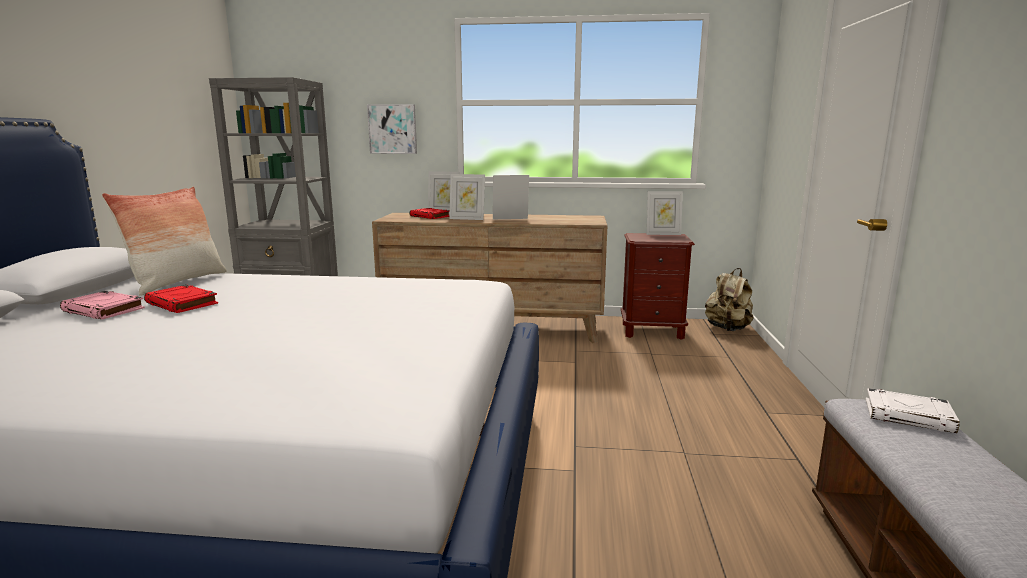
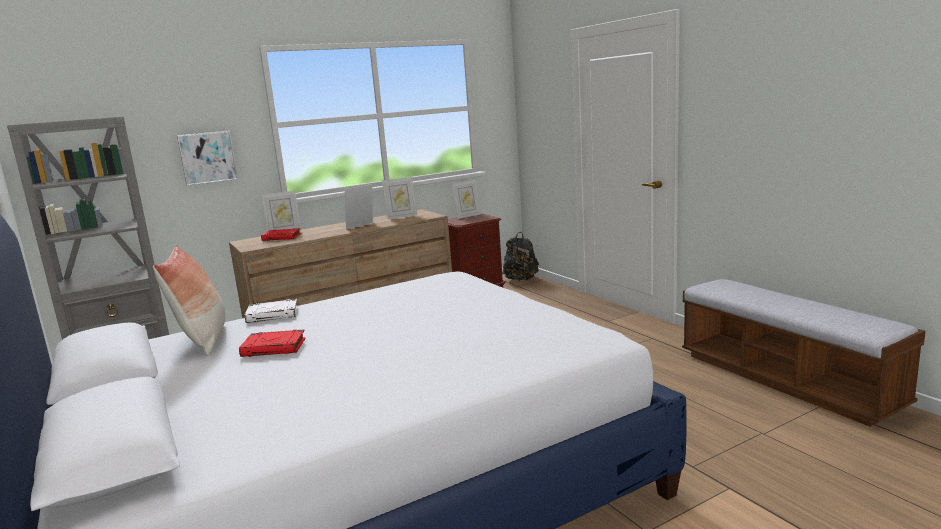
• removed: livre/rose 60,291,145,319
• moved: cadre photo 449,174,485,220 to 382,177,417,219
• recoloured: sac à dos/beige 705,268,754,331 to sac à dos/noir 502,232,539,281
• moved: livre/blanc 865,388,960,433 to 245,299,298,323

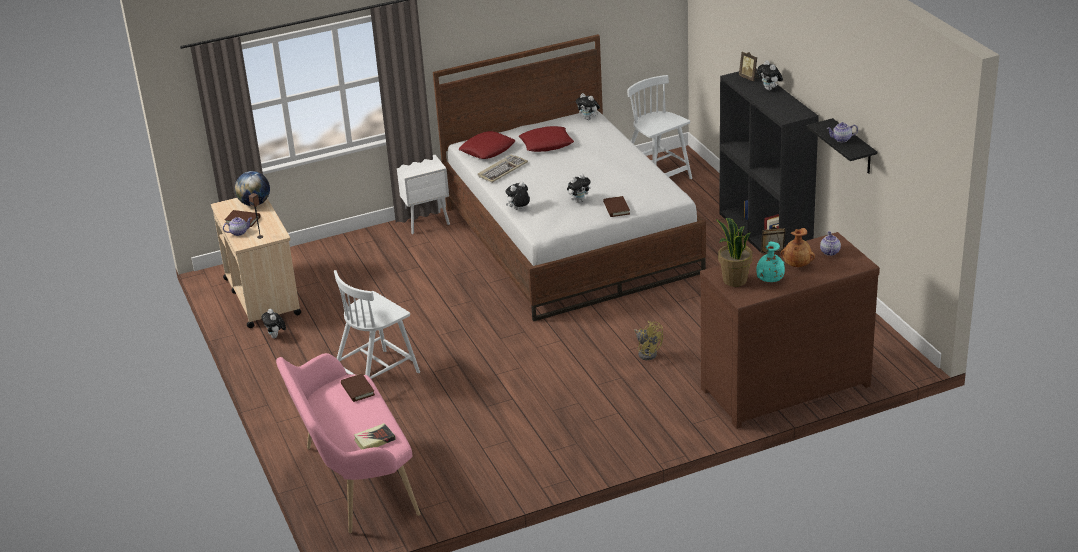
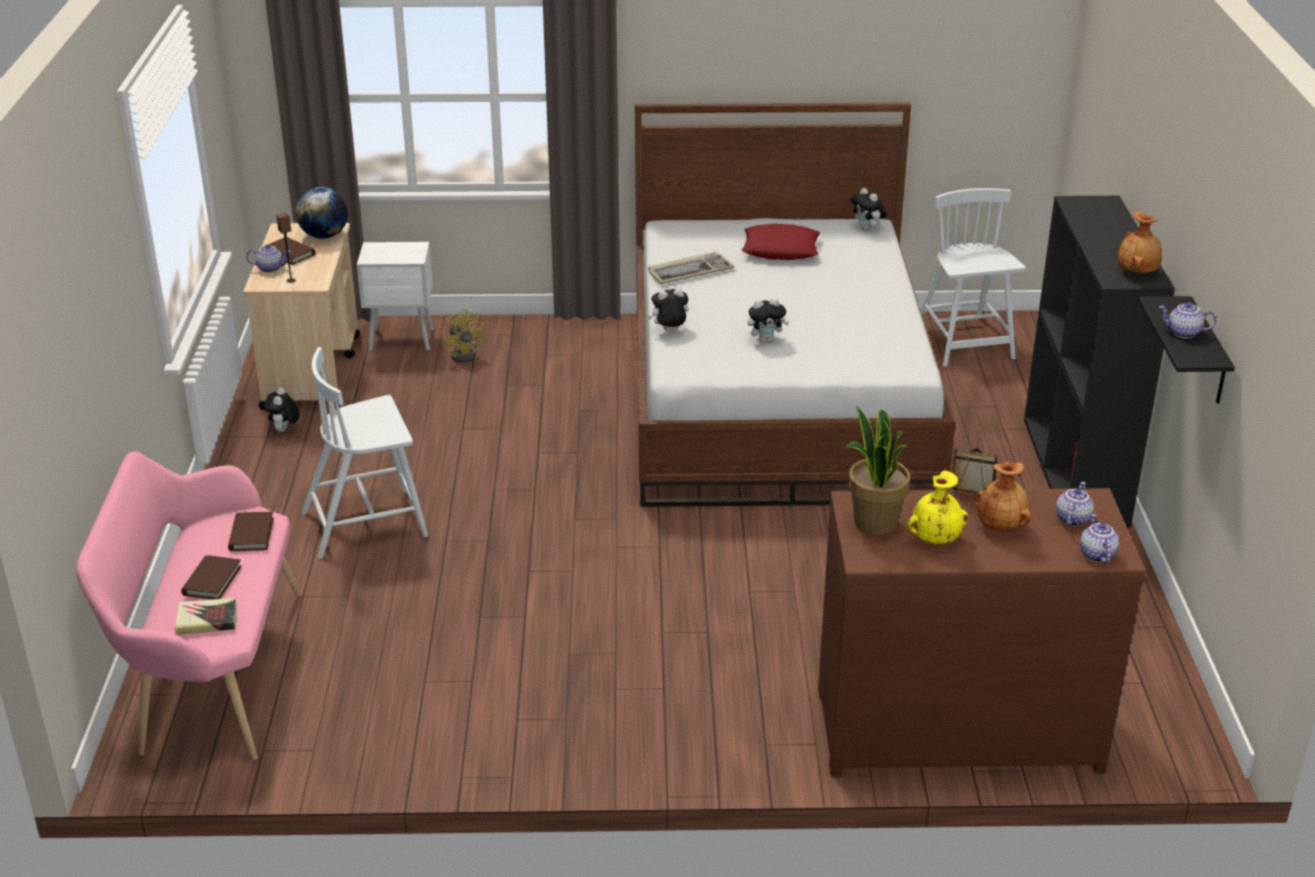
• moved: table de chevet/blanc 397,155,450,234 to 357,242,434,351
• removed: coussin/rouge 459,131,516,159
• moved: livre/marron 603,196,630,217 to 181,555,242,599
• moved: ventilateur/jaune 634,321,663,360 to 442,309,486,363
• removed: cadre photo 739,51,759,81
• recoloured: vase/turquoise 756,242,785,282 to vase/jaune 907,470,968,544
• removed: peluche 758,60,783,91
• added: théière 1080,514,1119,563
• added: vase/marron 1118,211,1162,273

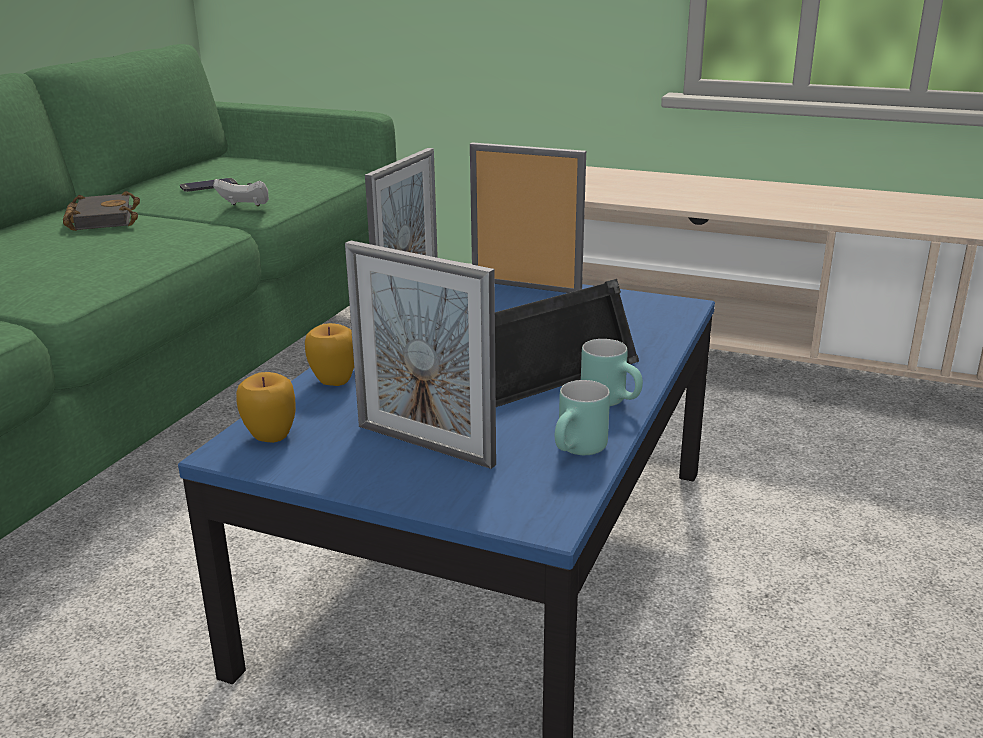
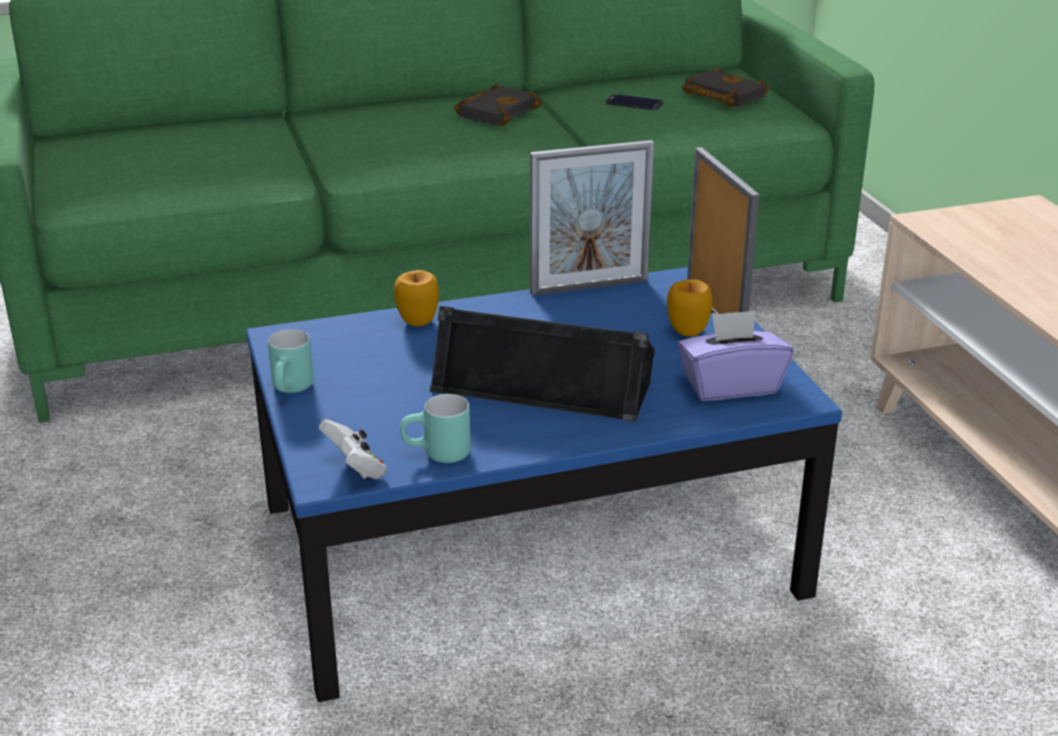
• moved: manette/blanc 213,179,269,206 to 319,419,386,479
• moved: pomme 236,372,296,443 to 667,279,712,337
• removed: cadre photo 345,241,496,469
• moved: mug/turquoise 581,339,643,406 to 268,329,314,393
• added: boîte à mouchoirs/violet 678,310,793,401
• added: livre/noir 682,67,769,107

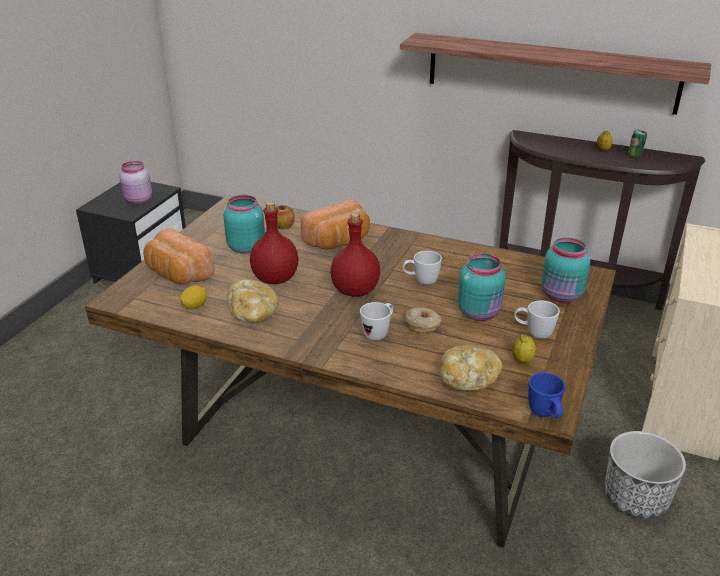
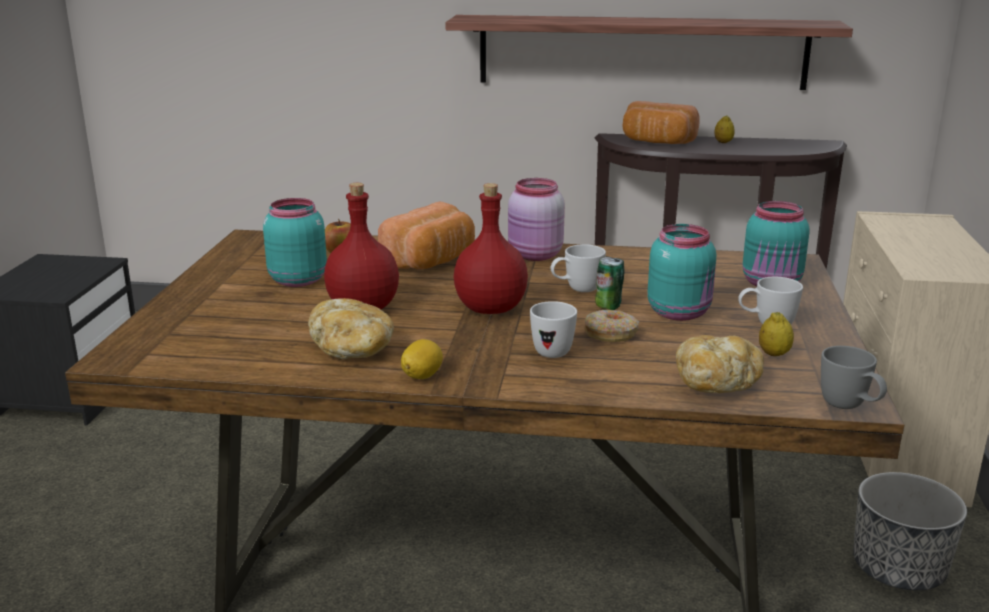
• moved: bocal/rose 119,161,152,204 to 508,178,565,261
• moved: pain 143,229,214,284 to 623,101,700,144
• moved: citron 180,285,207,309 to 401,339,443,379
• recoloured: mug/bleu 528,373,565,418 to mug/gris 821,346,887,409
• moved: boîte métallique 628,130,647,158 to 595,256,625,310

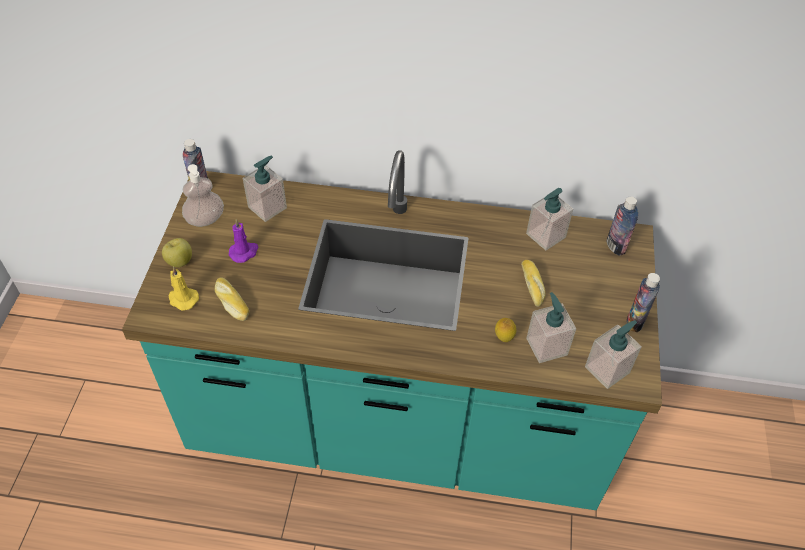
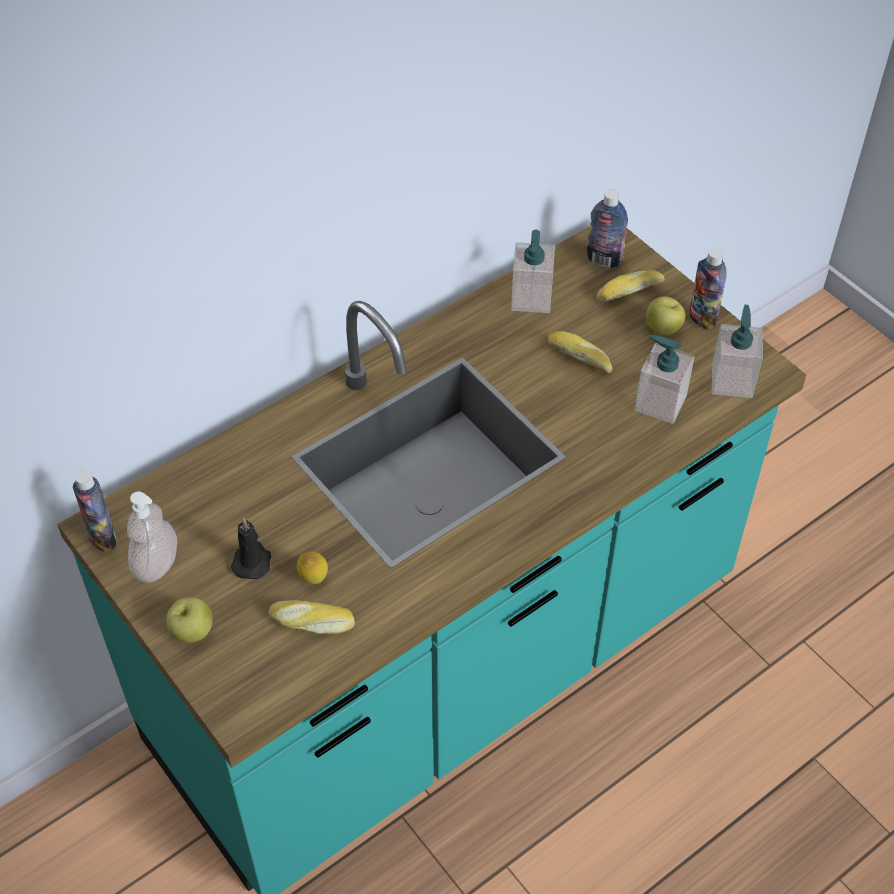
• removed: bougie/jaune 169,266,199,311
• recoloured: bougie/violet 229,219,258,263 to bougie/noir 231,518,271,579
• removed: distributeur de savon 243,155,287,222
• moved: citron 495,318,516,342 to 297,551,328,584
• added: pain 596,270,665,301
• added: pomme 646,296,685,335

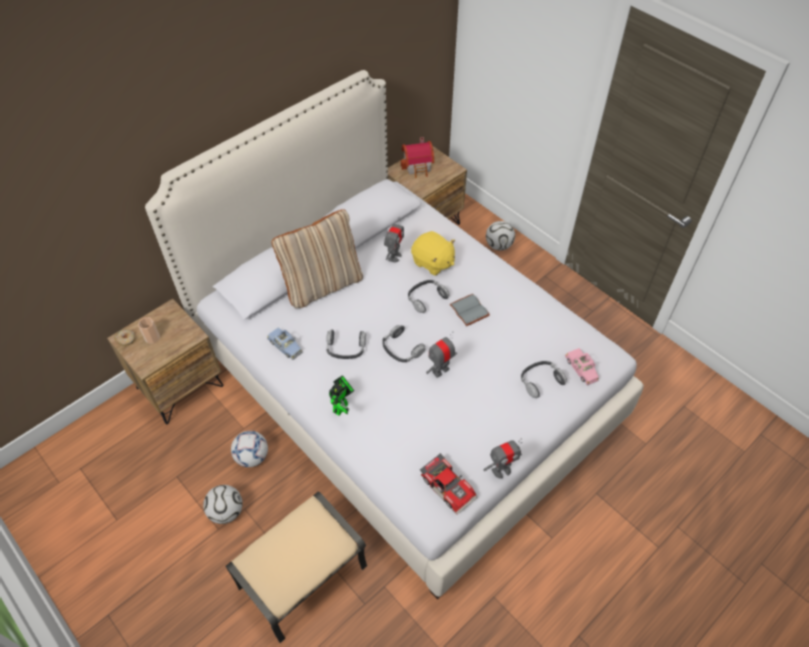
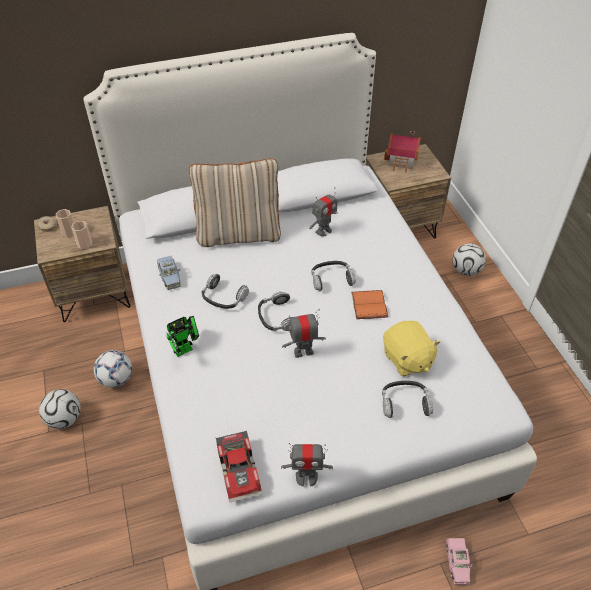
• removed: pouf/beige 225,491,367,643
• moved: peluche/jaune 411,231,455,276 to 383,321,440,376
• recoloured: livre/gris 449,294,490,326 to livre/orange 351,290,388,319
• moved: petite voiture/rose 565,348,599,385 to 446,538,473,585
• added: tasse 71,221,92,249

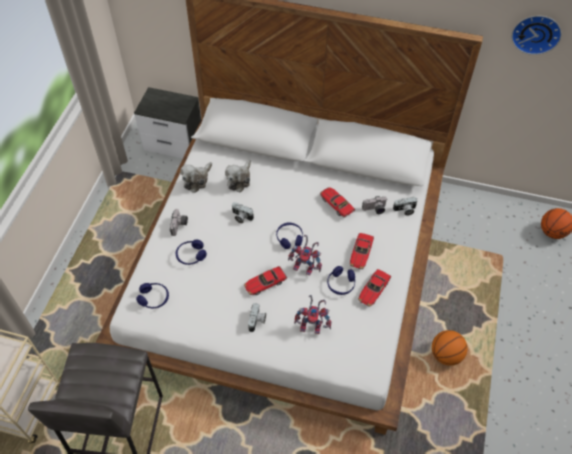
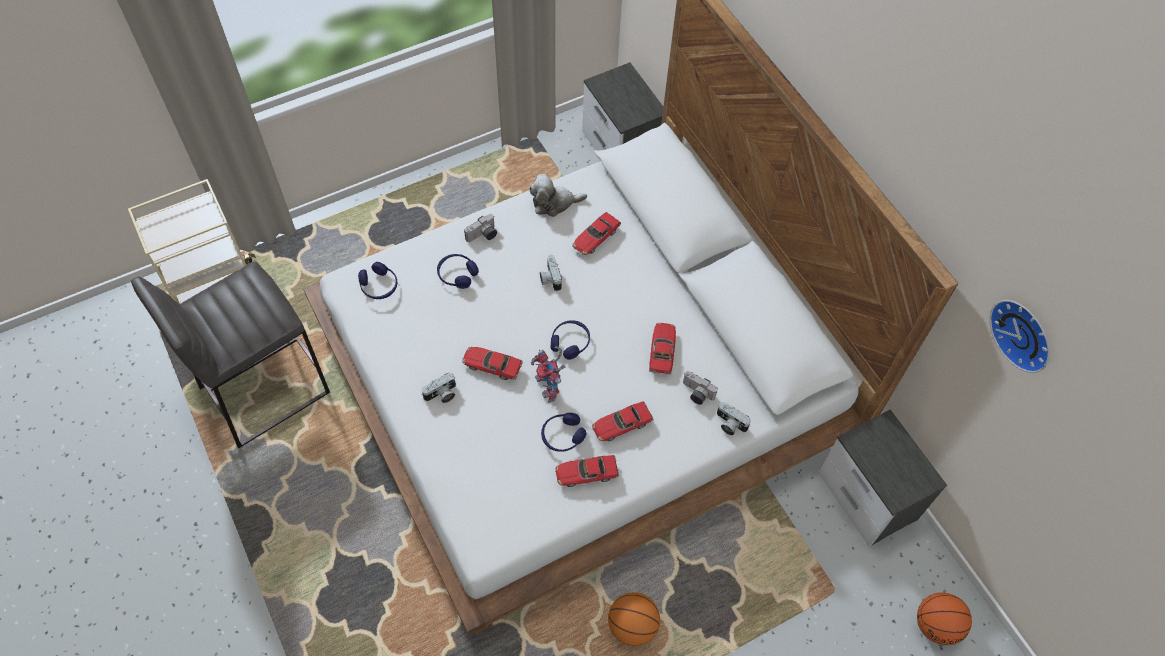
• replaced: peluche 225,160,251,192 to petite voiture 572,212,621,255
• removed: robot jouet 294,295,331,334
• added: table de chevet 818,409,947,546

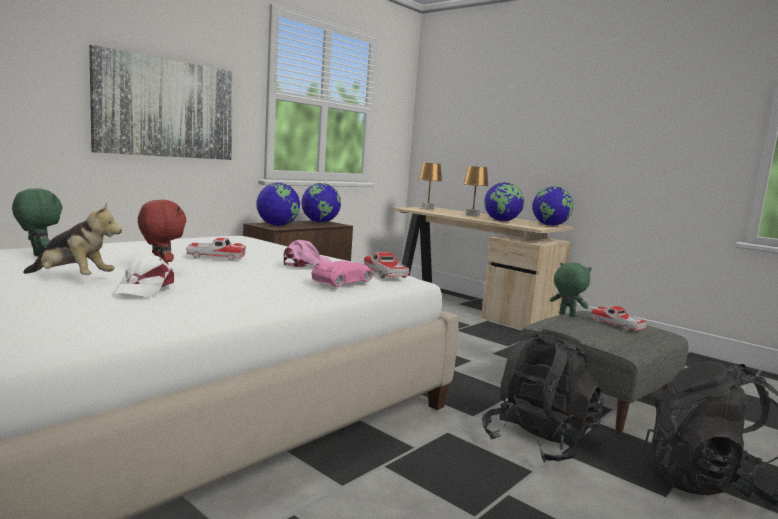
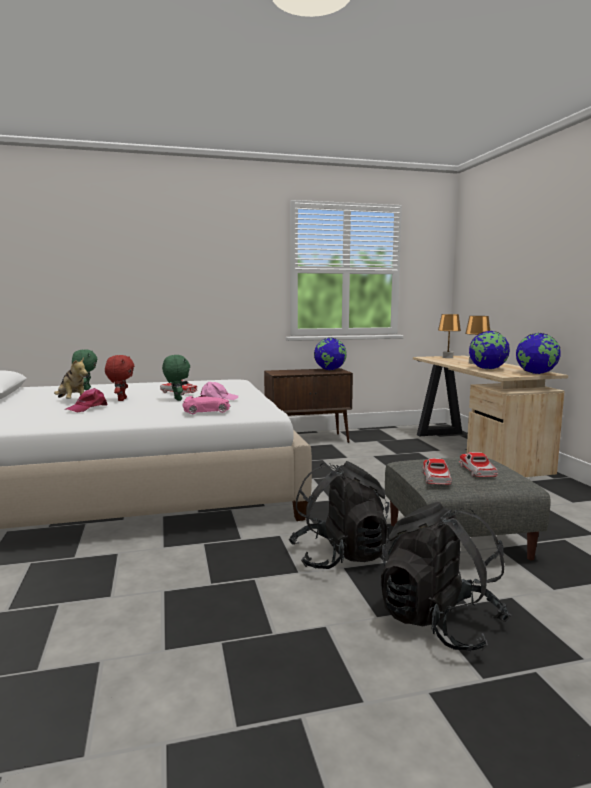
• removed: tableau 89,45,234,160
• recoloured: casquette/blanc 112,255,174,297 to casquette/rose 66,388,108,412
• removed: globe 256,183,300,226
• moved: petite voiture 364,252,409,278 to 422,458,452,485
• moved: peluche/vert 550,262,592,317 to 162,355,190,401

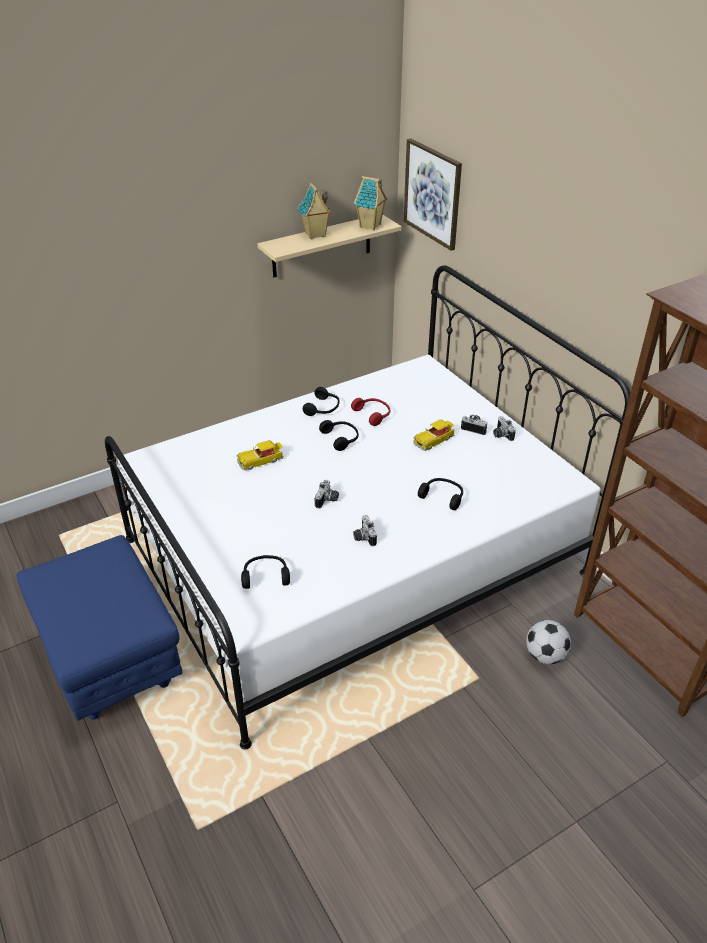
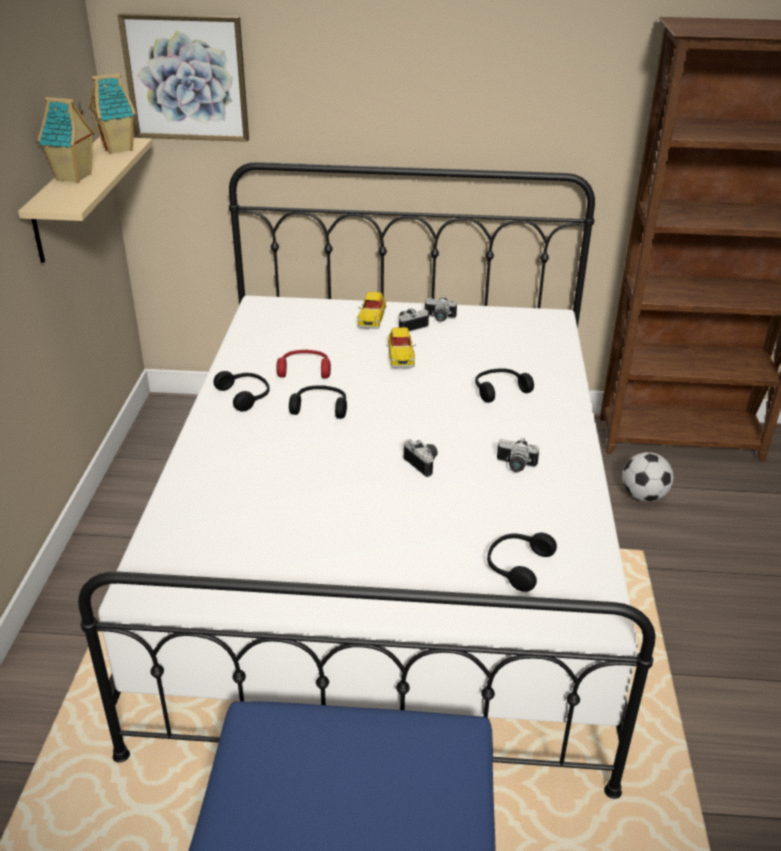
• moved: petite voiture 237,440,283,470 to 357,292,386,329

